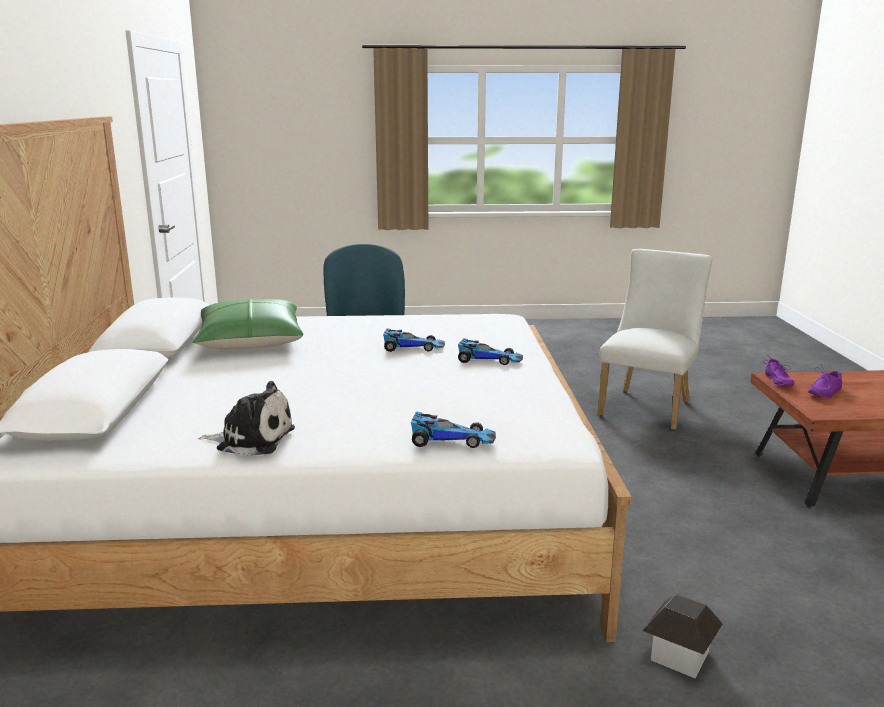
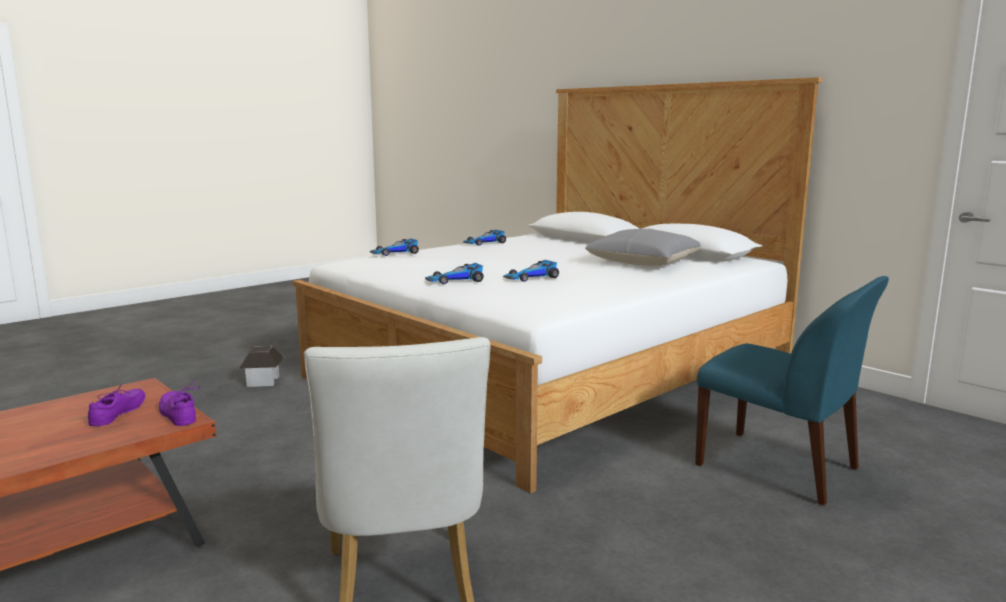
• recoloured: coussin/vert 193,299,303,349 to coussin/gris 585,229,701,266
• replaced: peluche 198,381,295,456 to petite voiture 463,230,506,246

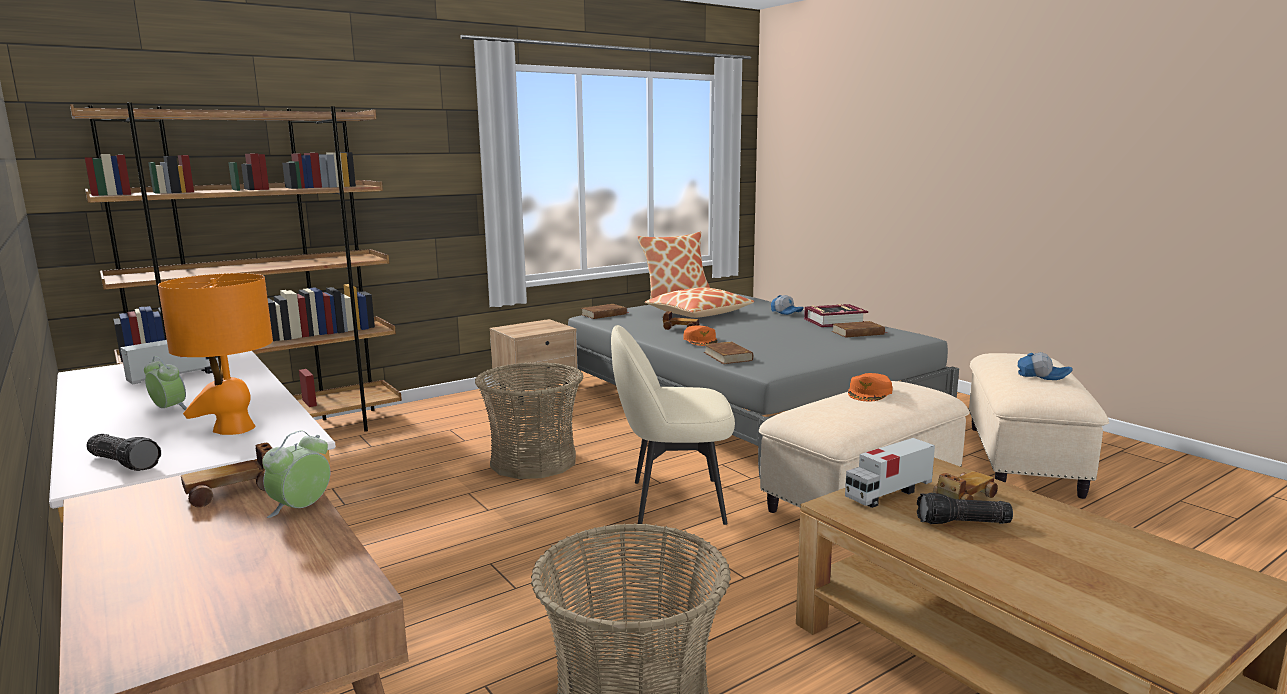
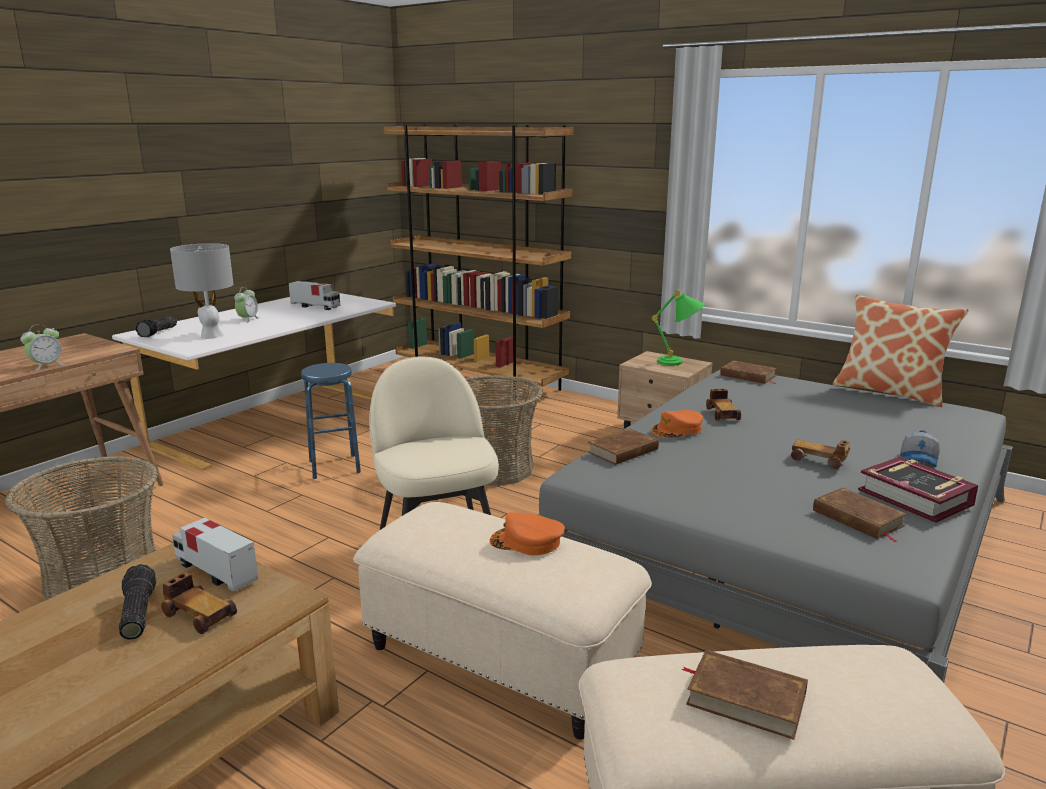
• recoloured: lampe de table/orange 158,273,273,435 to lampe de table/gris 170,243,233,339
• moved: petite voiture 181,443,272,507 to 791,440,850,469
• turned: réveil 262,430,330,518 = 20,324,64,371 120 degrees clockwise
• removed: coussin 645,287,754,318
• replaced: casquette 1018,352,1073,380 to livre/marron 682,650,808,740
• added: tabouret/bleu 301,363,361,479
• added: lampe de table/vert 652,289,705,366

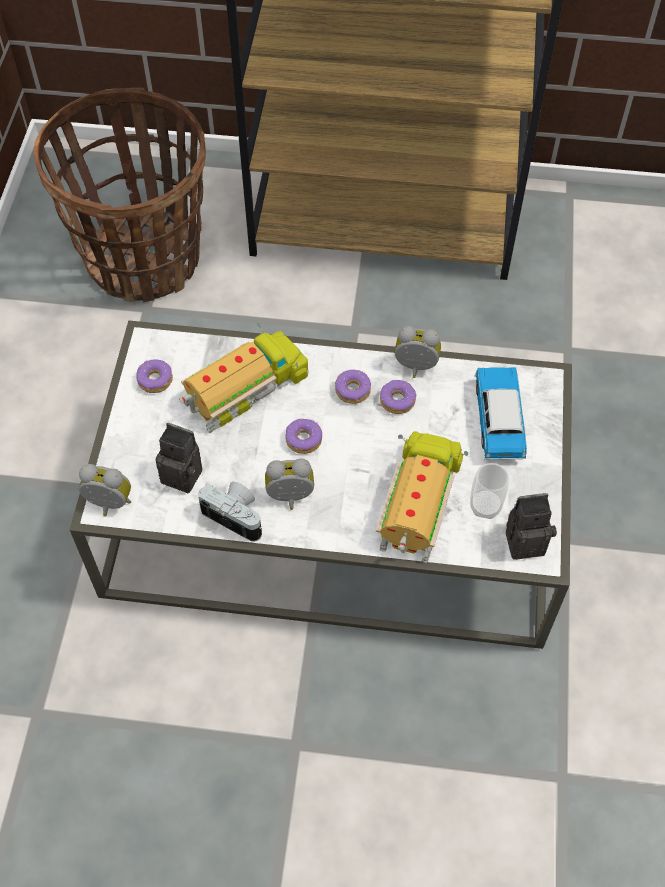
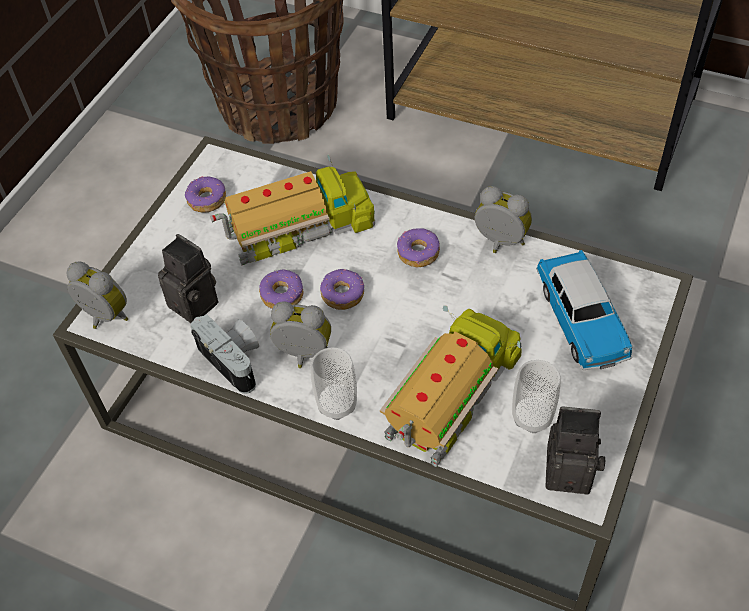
• moved: beignet 380,380,417,414 to 259,269,303,309
• turned: petite voiture 475,367,527,460 = 536,250,632,370 150 degrees clockwise
• added: tasse 310,347,357,420

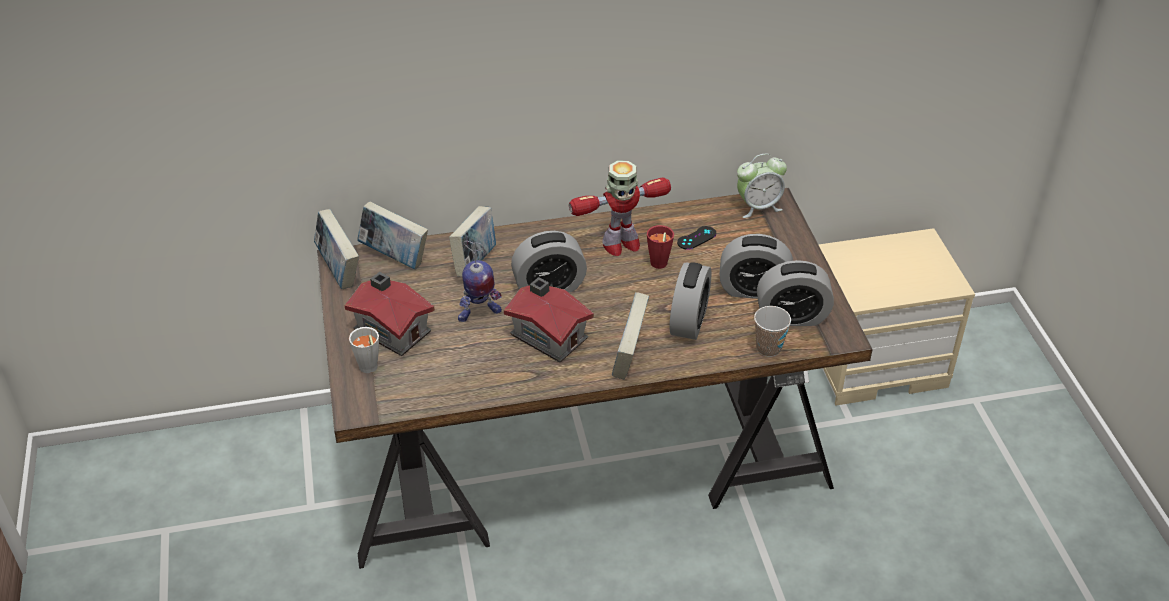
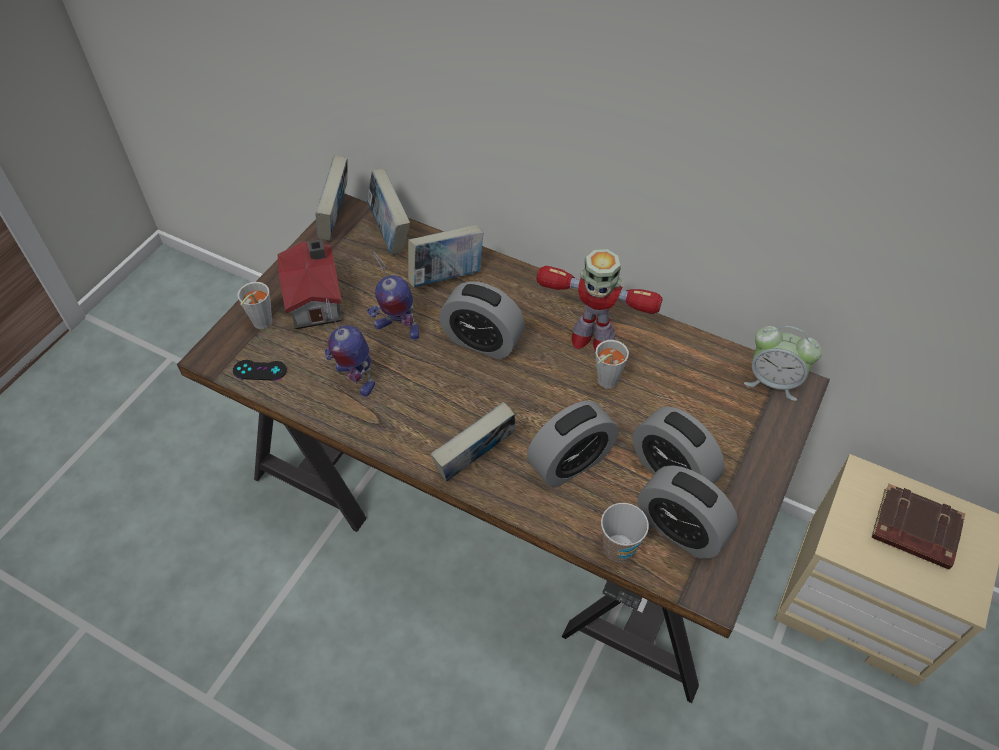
• removed: maison miniature 504,277,594,362
• recoloured: tasse/rouge 647,225,674,269 to tasse/gris 596,340,629,389
• moved: manette/noir 677,226,716,250 to 233,360,287,381
• added: robot jouet 325,298,375,396
• added: livre/marron 872,484,965,570

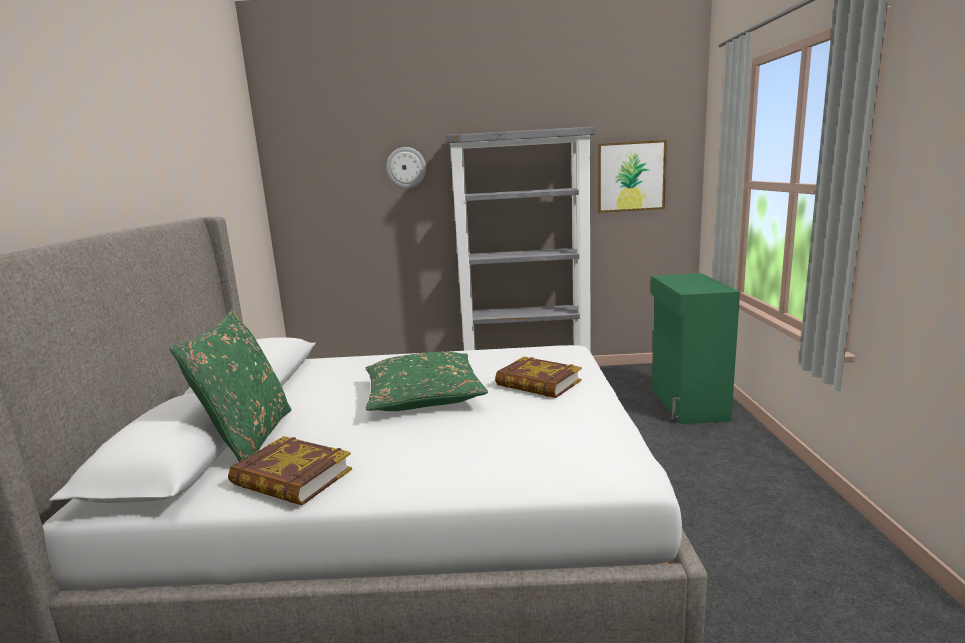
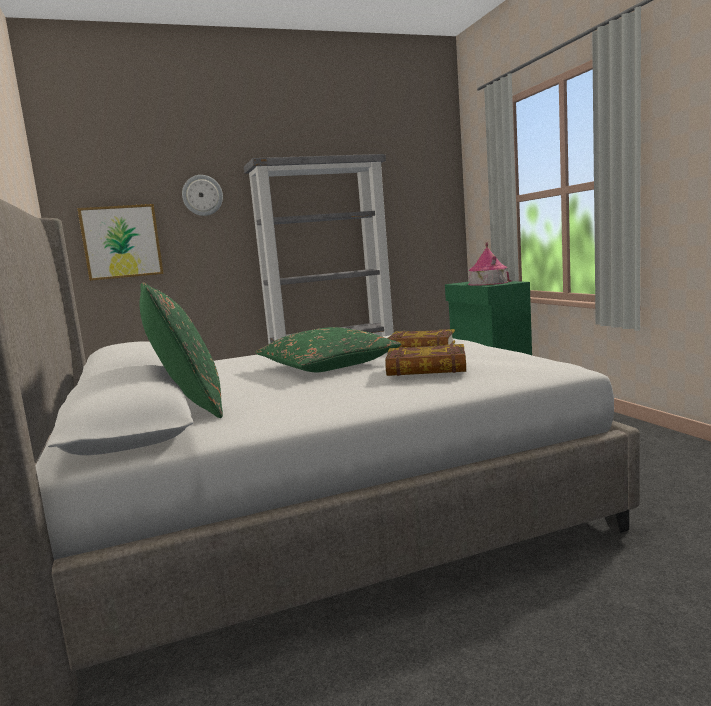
• moved: livre 228,436,352,505 to 385,344,466,376
• moved: tableau 598,140,667,213 to 78,204,164,281
• added: maison miniature 468,242,512,286

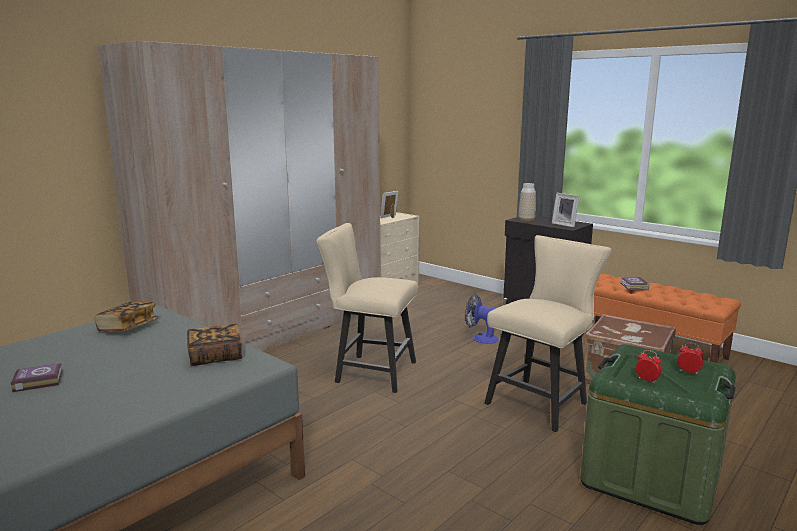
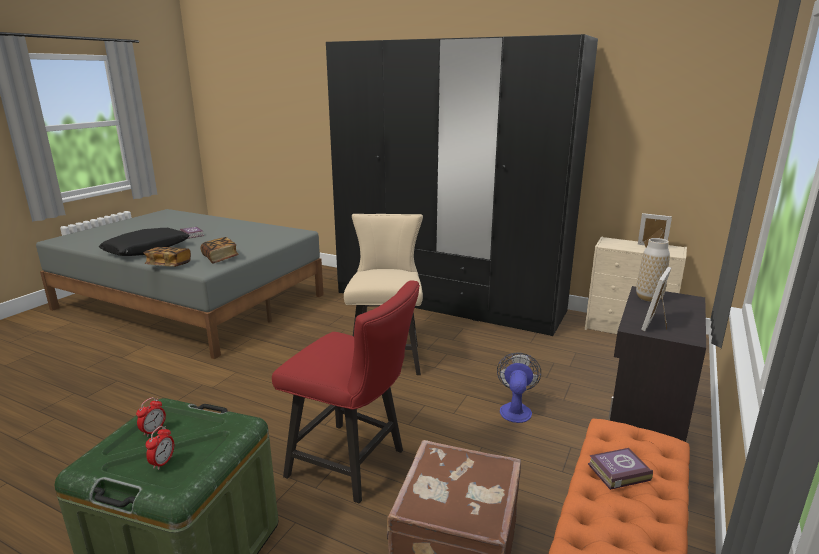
• moved: livre 94,301,158,332 to 144,247,191,267
• recoloured: armoire/beige 98,41,381,351 to armoire/noir 326,34,598,336
• recoloured: chaise/beige 485,235,612,432 to chaise/rouge 272,280,420,503
• added: coussin/noir 99,228,189,256

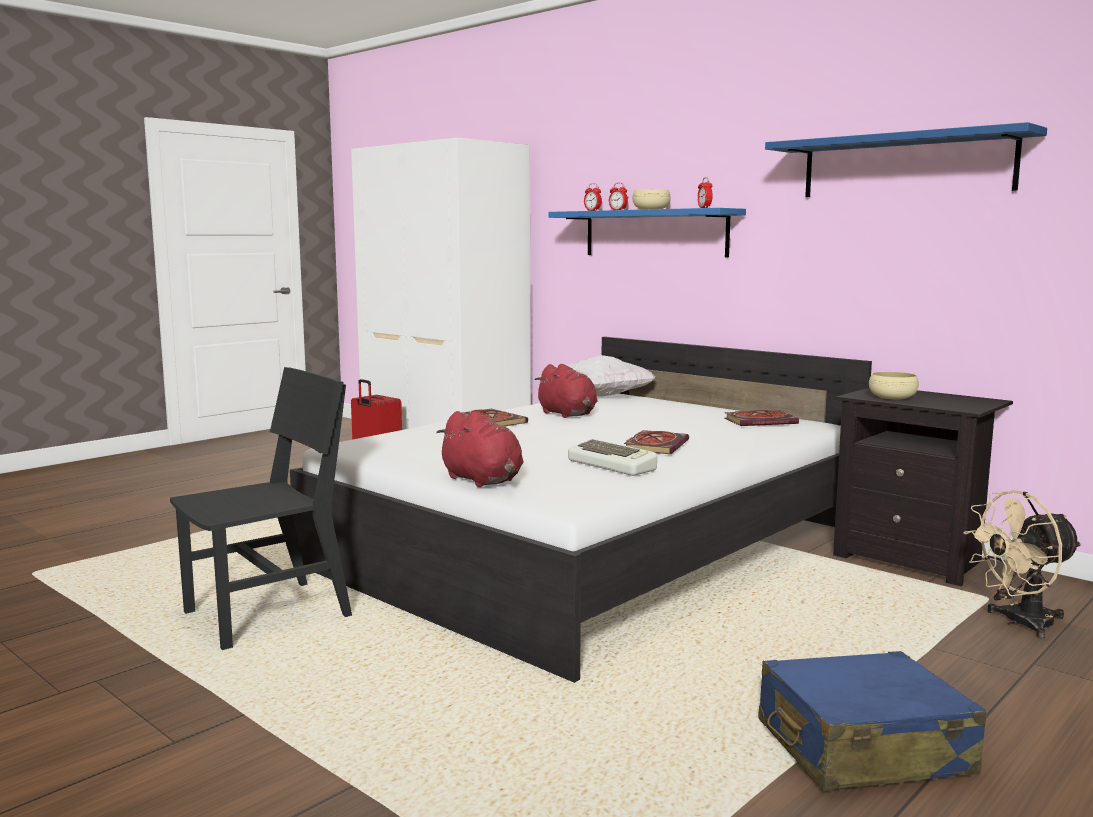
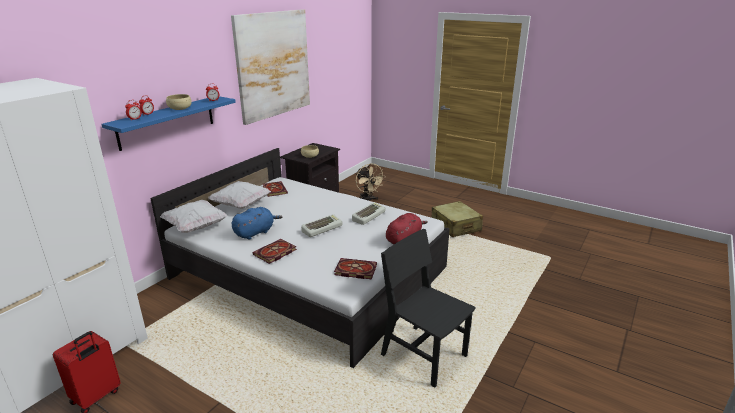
• recoloured: peluche/rouge 534,364,597,418 to peluche/bleu 232,207,282,240
• moved: livre 624,430,689,454 to 334,258,377,279
• recoloured: valise/bleu 759,651,987,791 to valise/beige 432,201,483,237
• replaced: étagère/bleu 765,122,1047,197 to tableau 231,9,310,125
• added: coussin/blanc 208,181,271,209
• added: clavier 301,214,343,237

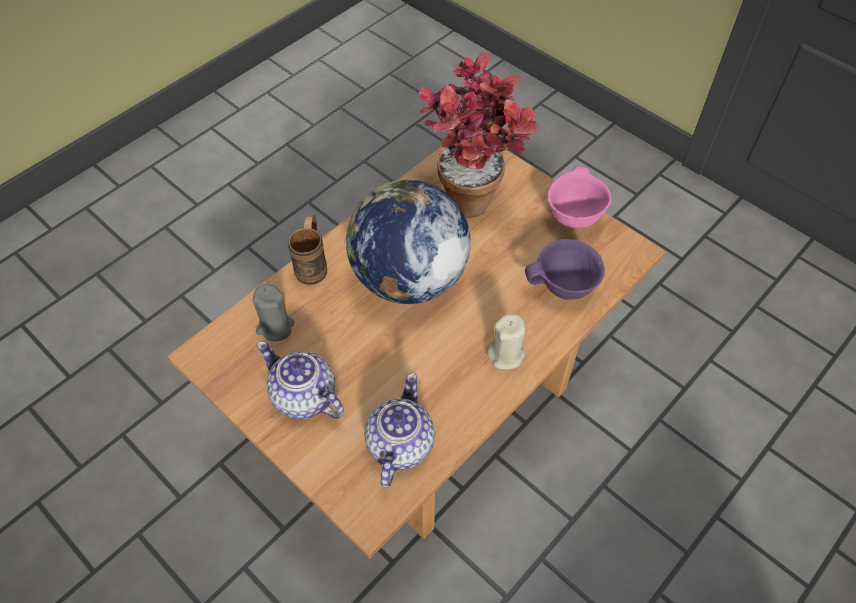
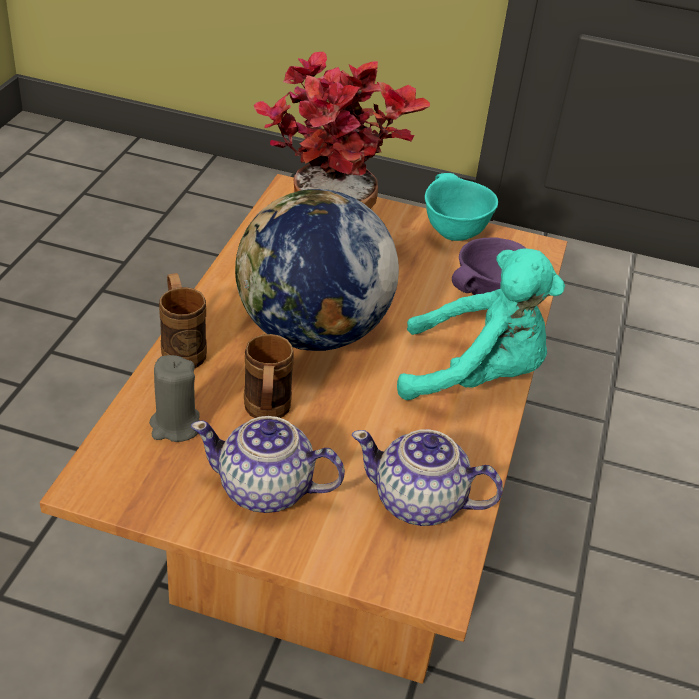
• turned: théière 364,373,435,488 = 352,429,503,526 60 degrees counterclockwise
• replaced: bougie/beige 487,314,526,369 to peluche/turquoise 397,248,565,400
• recoloured: bol/rose 548,166,612,229 to bol/turquoise 425,173,498,241
• added: mug/marron 244,334,294,418

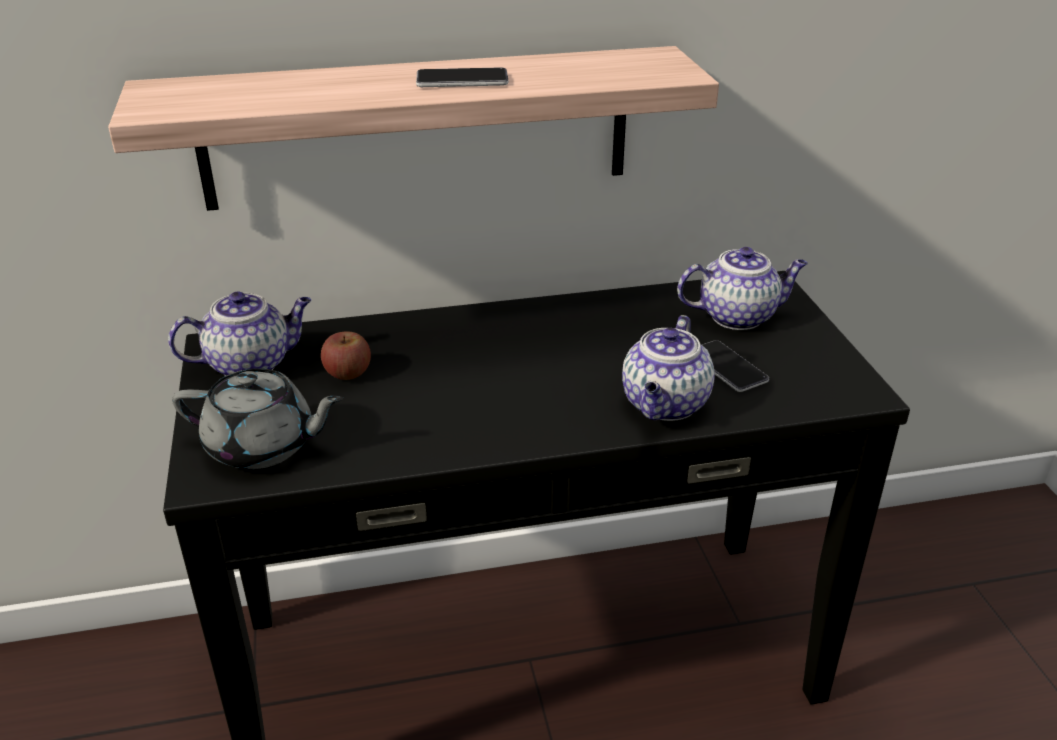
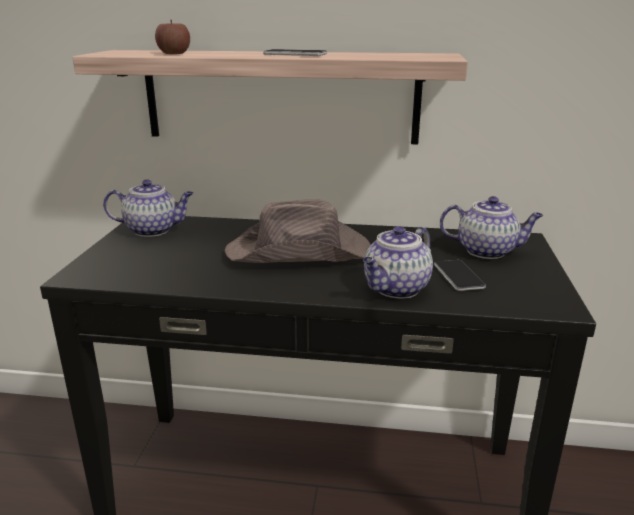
• removed: théière/gris 172,368,343,469
• moved: pomme 321,331,371,380 to 155,20,190,54
• added: chapeau/marron 225,199,371,263

